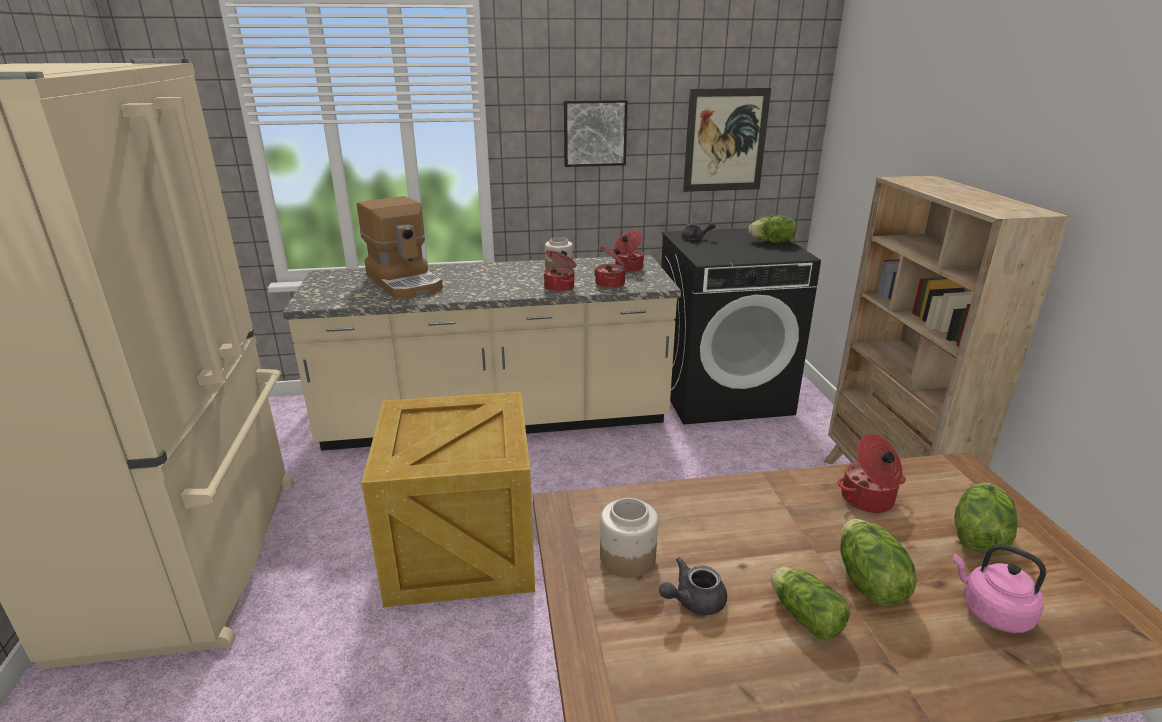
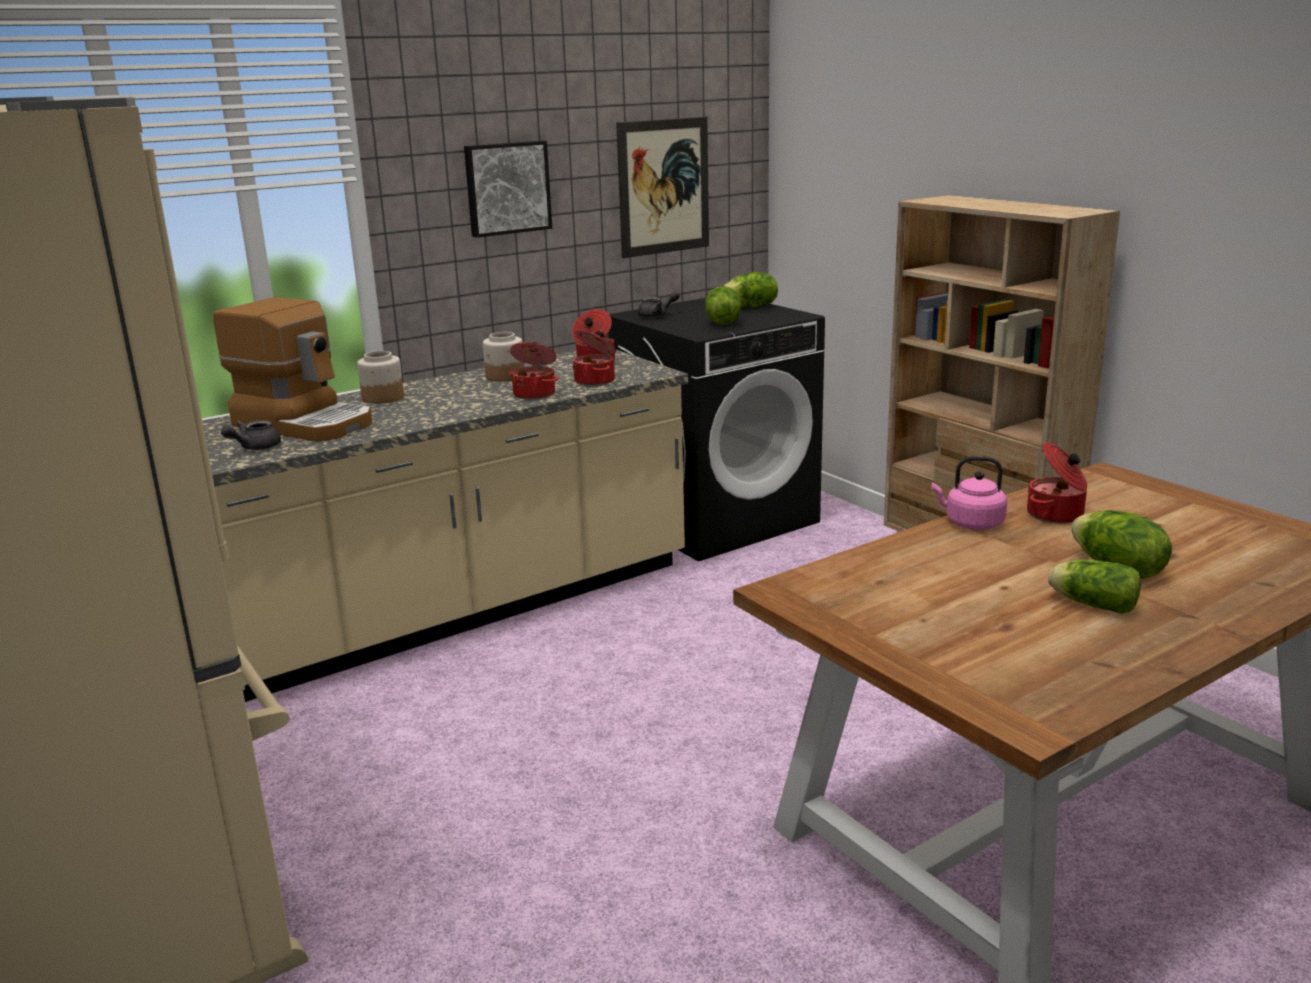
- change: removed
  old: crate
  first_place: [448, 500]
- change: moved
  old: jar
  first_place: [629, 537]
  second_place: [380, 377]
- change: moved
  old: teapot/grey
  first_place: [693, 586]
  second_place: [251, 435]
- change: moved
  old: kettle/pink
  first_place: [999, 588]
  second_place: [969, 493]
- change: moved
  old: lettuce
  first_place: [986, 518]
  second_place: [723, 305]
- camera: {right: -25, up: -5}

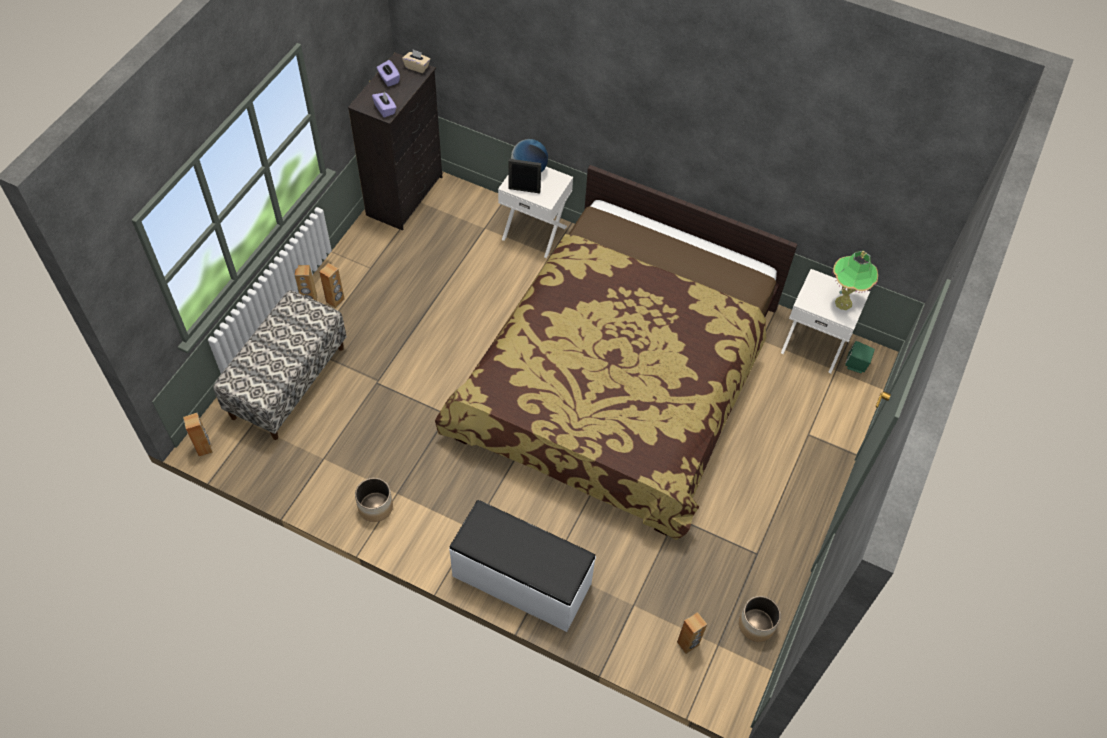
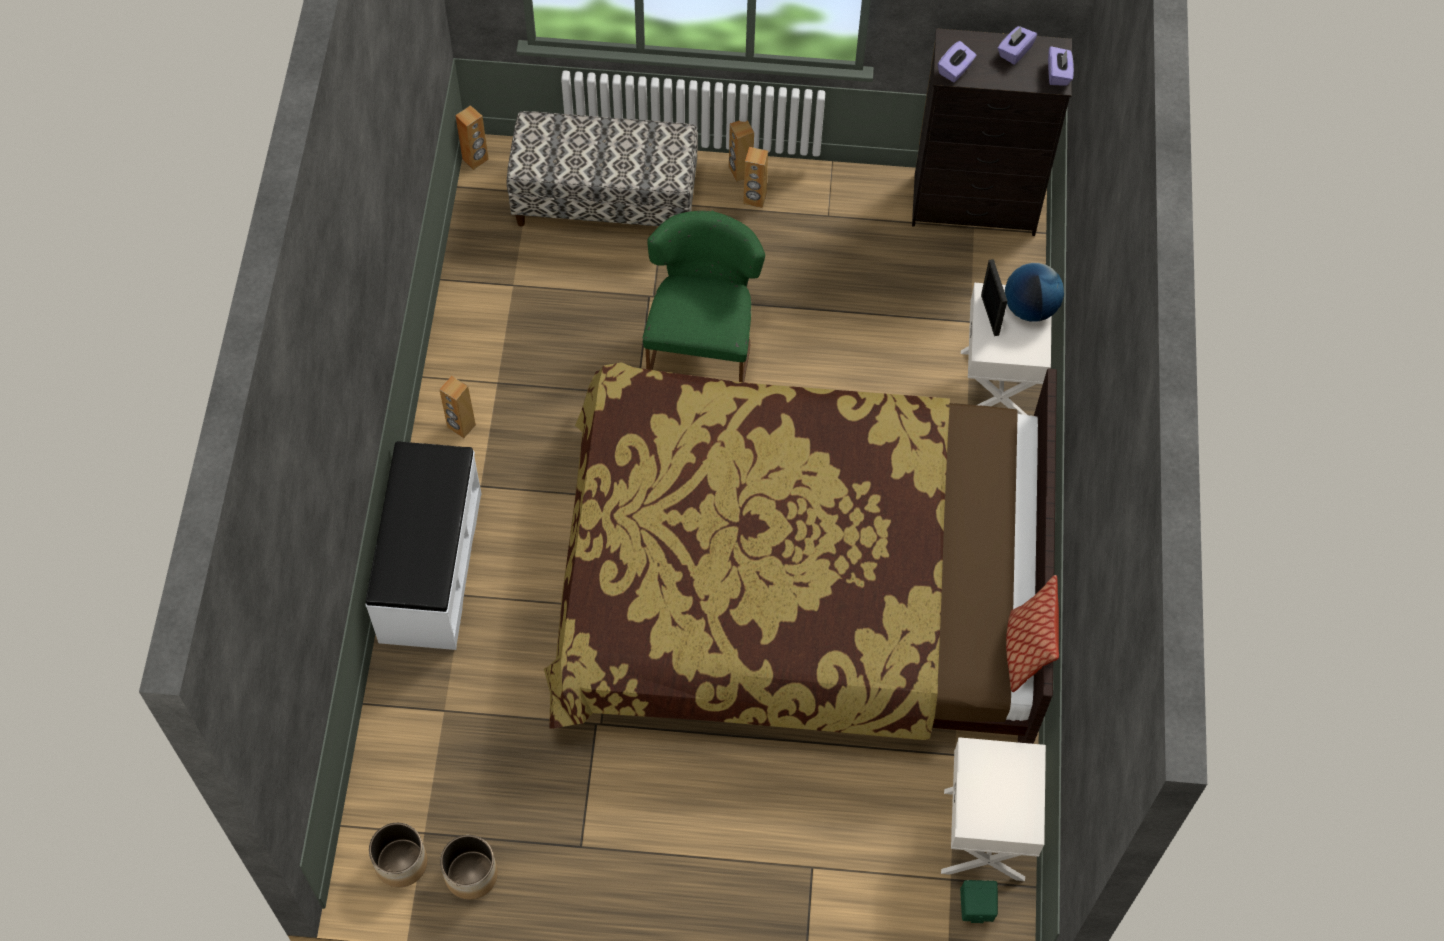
- change: moved
  old: planter
  first_place: [374, 500]
  second_place: [398, 855]
- change: recoloured
  old: tissue box/beige
  new: tissue box/purple
  first_place: [416, 61]
  second_place: [1061, 66]
- change: moved
  old: speaker/brown
  first_place: [692, 633]
  second_place: [457, 407]
- change: removed
  old: table lamp
  first_place: [855, 280]
- change: added
  new: chair/green
  second_place: [704, 296]
- change: added
  new: pillow
  second_place: [1032, 633]
- camera: {right: 70, up: 5}

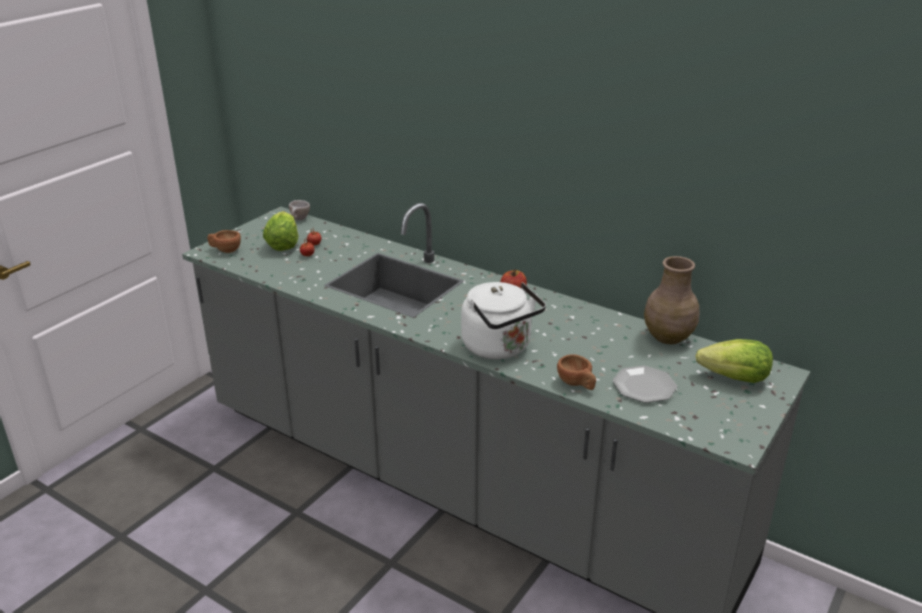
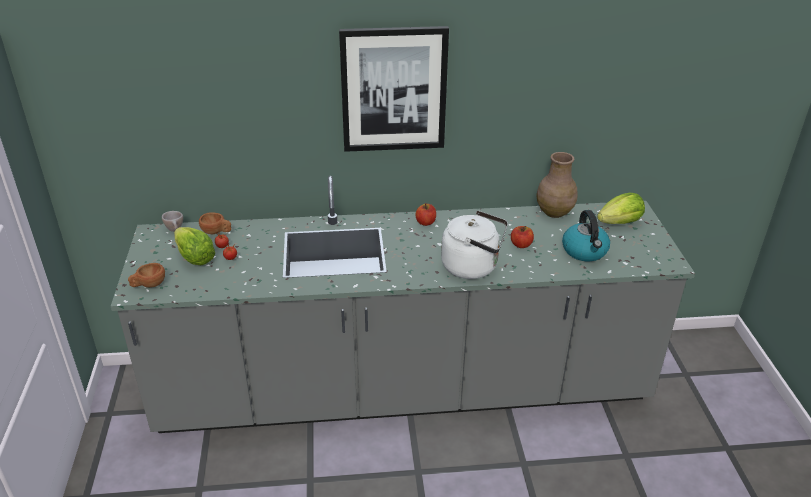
- change: moved
  old: cup/brown
  first_place: [576, 372]
  second_place: [215, 223]
- change: replaced
  old: plate
  new: kettle
  first_place: [645, 384]
  second_place: [586, 235]
- change: added
  new: picture
  second_place: [394, 89]
- change: added
  new: apple
  second_place: [522, 237]
- camera: {right: -40, up: 5}

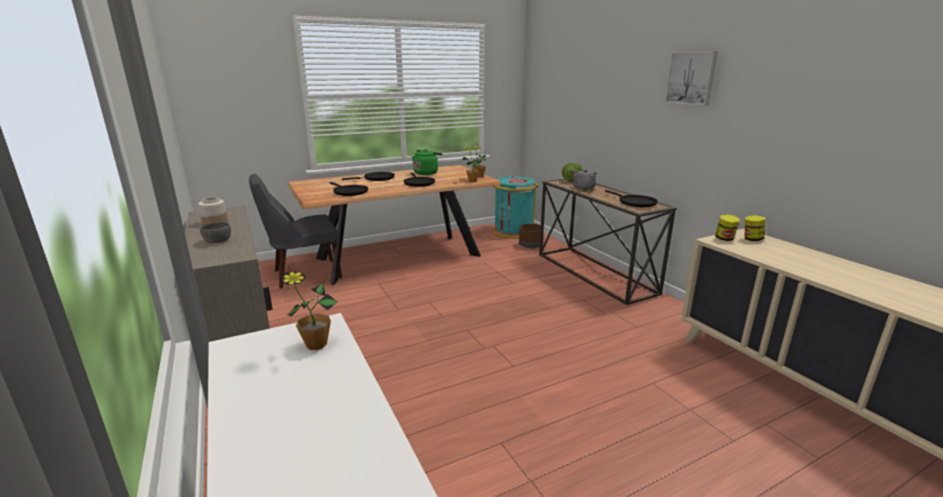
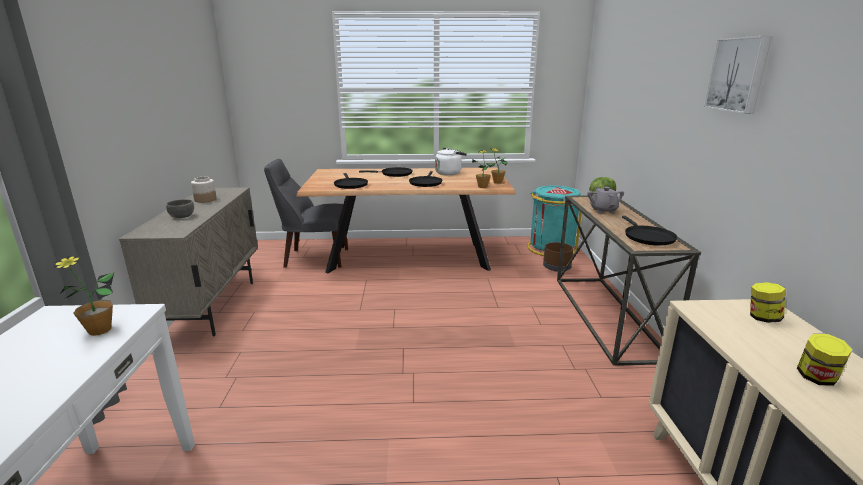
- change: recoloured
  old: kettle/green
  new: kettle/white
  first_place: [427, 162]
  second_place: [451, 161]
- change: moved
  old: jar
  first_place: [727, 227]
  second_place: [824, 360]
- camera: {right: 25, up: 0}

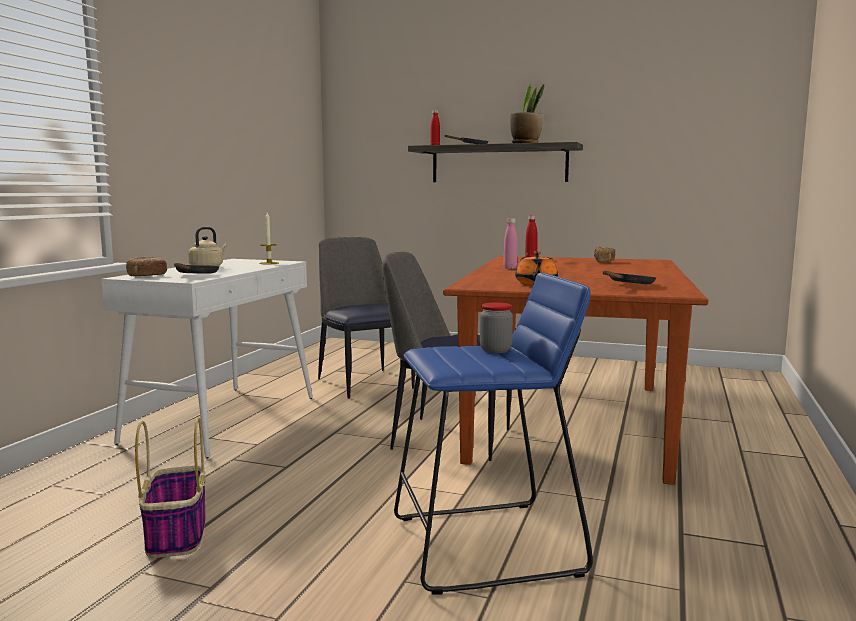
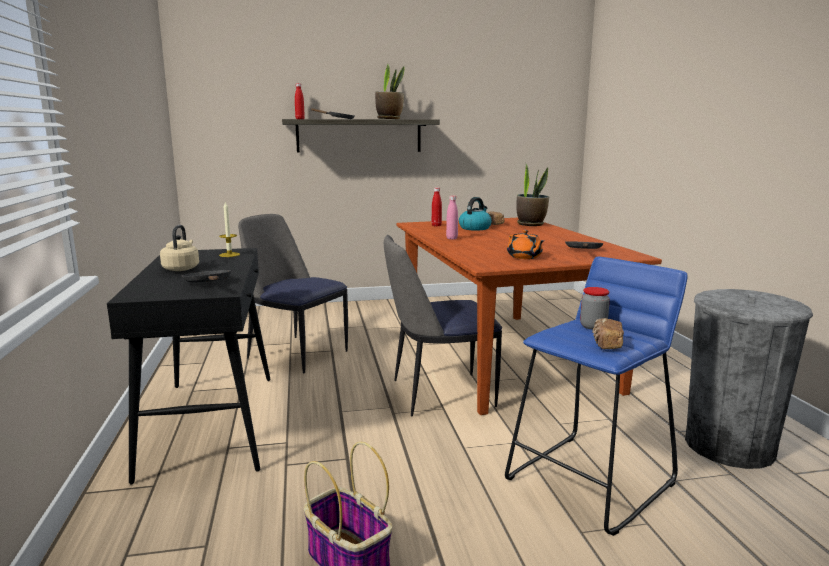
- change: recoloured
  old: console table/white
  new: console table/black
  first_place: [207, 358]
  second_place: [189, 366]
- change: moved
  old: bread
  first_place: [146, 266]
  second_place: [608, 333]
- change: added
  new: kettle
  second_place: [475, 214]
- change: added
  new: potted plant
  second_place: [532, 195]
- change: added
  new: trash can/grey
  second_place: [749, 379]
- camera: {right: -30, up: 5}

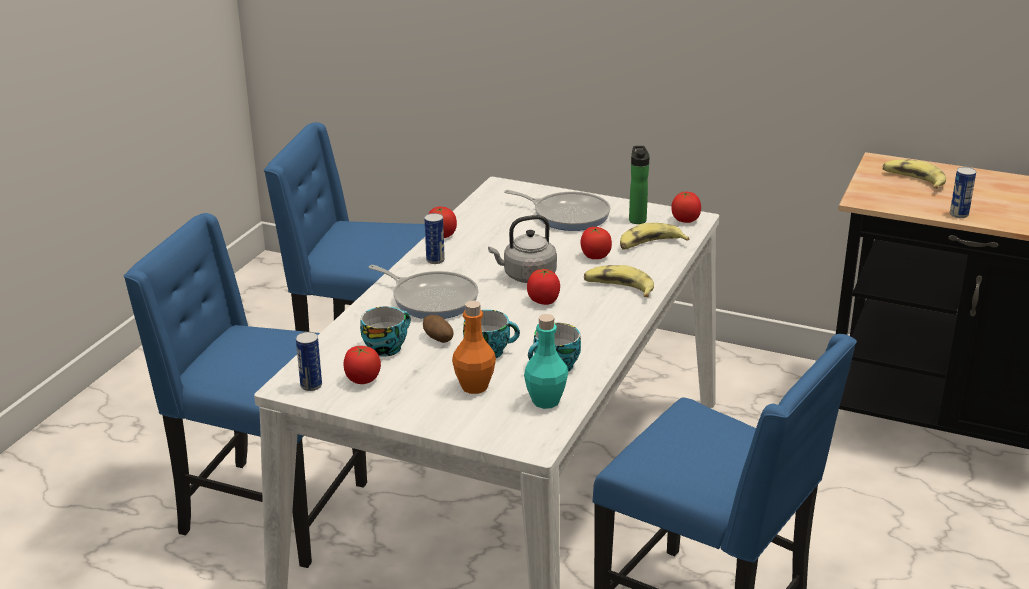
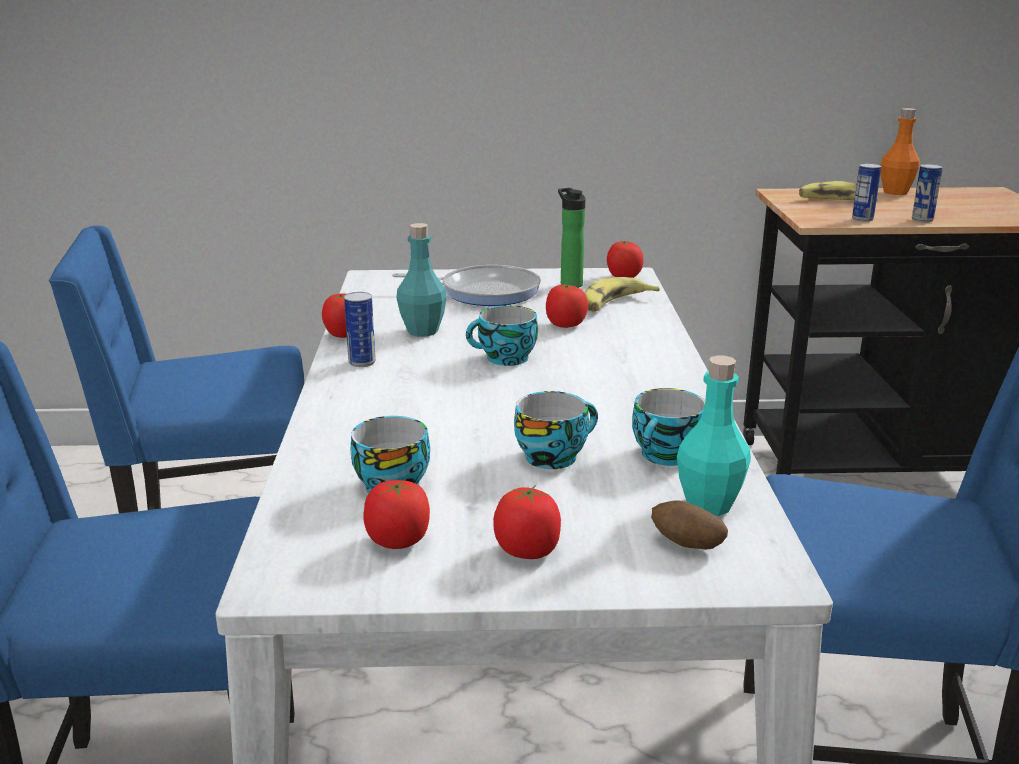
- change: moved
  old: can
  first_place: [309, 361]
  second_place: [867, 192]
- change: removed
  old: frying pan
  first_place: [424, 292]
- change: moved
  old: potato
  first_place: [438, 329]
  second_place: [689, 525]
- change: moved
  old: bottle/orange
  first_place: [474, 347]
  second_place: [900, 151]
- change: replaced
  old: kettle/grey
  new: cup
  first_place: [522, 249]
  second_place: [502, 335]
- change: moved
  old: tomato
  first_place: [543, 287]
  second_place: [527, 522]
- change: removed
  old: banana
  first_place: [619, 281]
- change: added
  new: bottle/turquoise
  second_place: [421, 280]
- camera: {right: -25, up: -5}

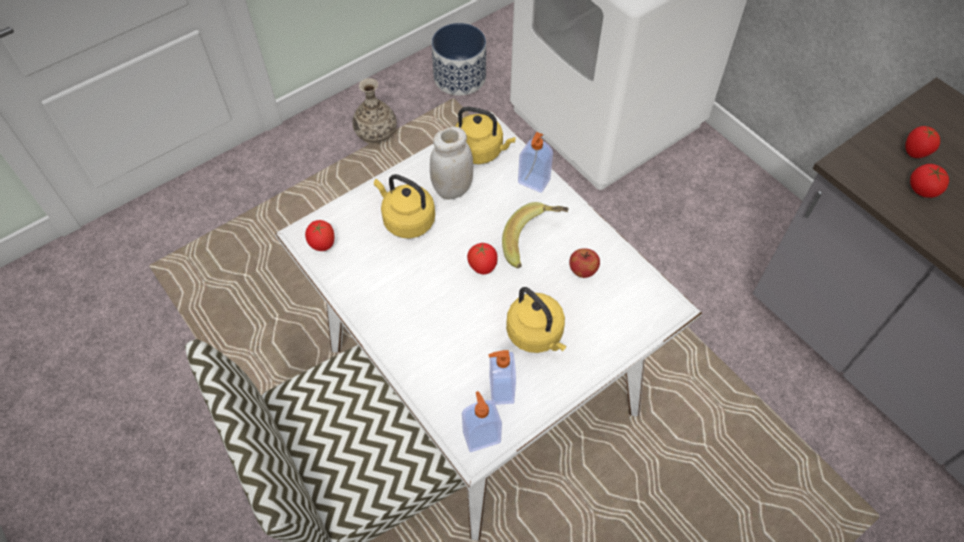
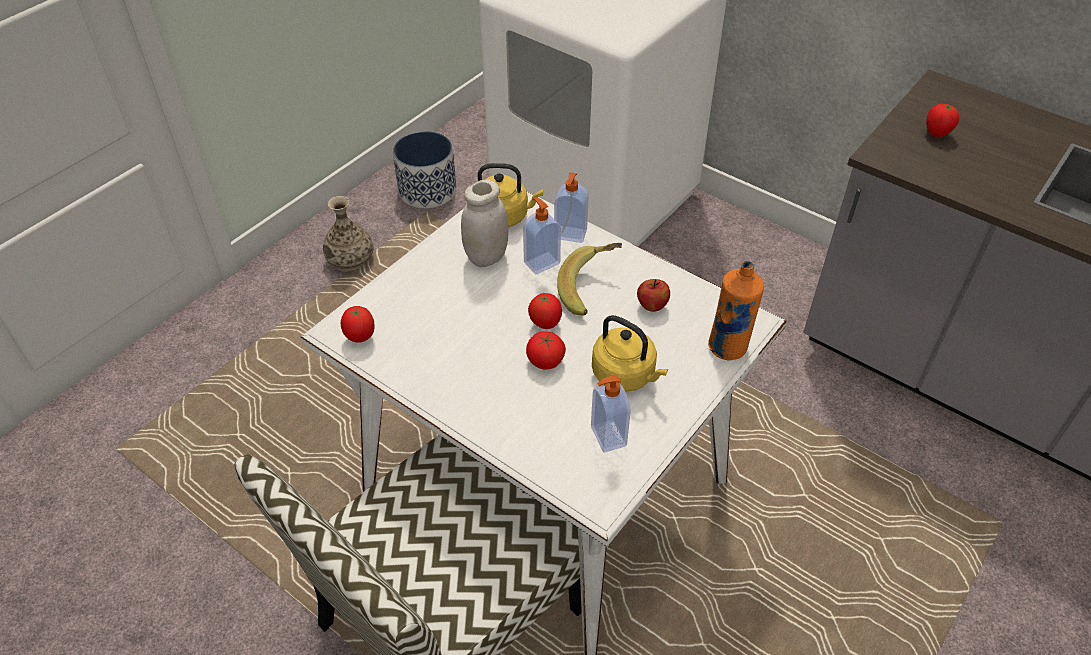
- change: removed
  old: kettle/yellow
  first_place: [404, 206]
- change: moved
  old: soap dispenser
  first_place: [482, 421]
  second_place: [542, 235]
- change: moved
  old: tomato
  first_place: [929, 181]
  second_place: [546, 350]
- change: added
  new: bottle/orange
  second_place: [736, 310]
- camera: {right: -15, up: -10}

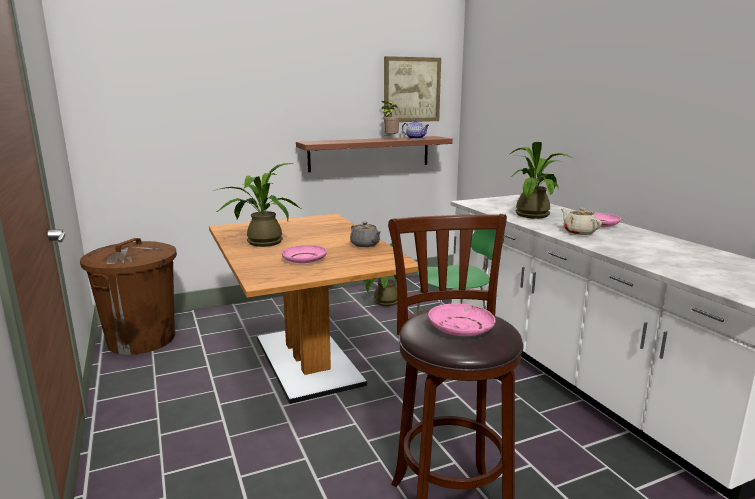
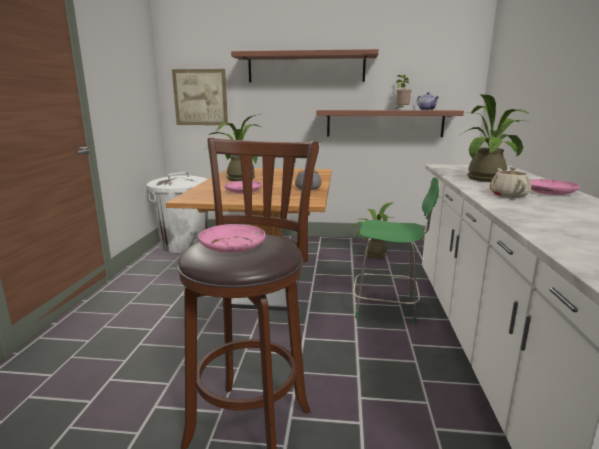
- change: recoloured
  old: trash can/brown
  new: trash can/white
  first_place: [128, 296]
  second_place: [177, 212]
- change: moved
  old: picture
  first_place: [412, 89]
  second_place: [200, 97]
- change: added
  new: shelf
  second_place: [305, 65]
- camera: {right: 30, up: 0}

